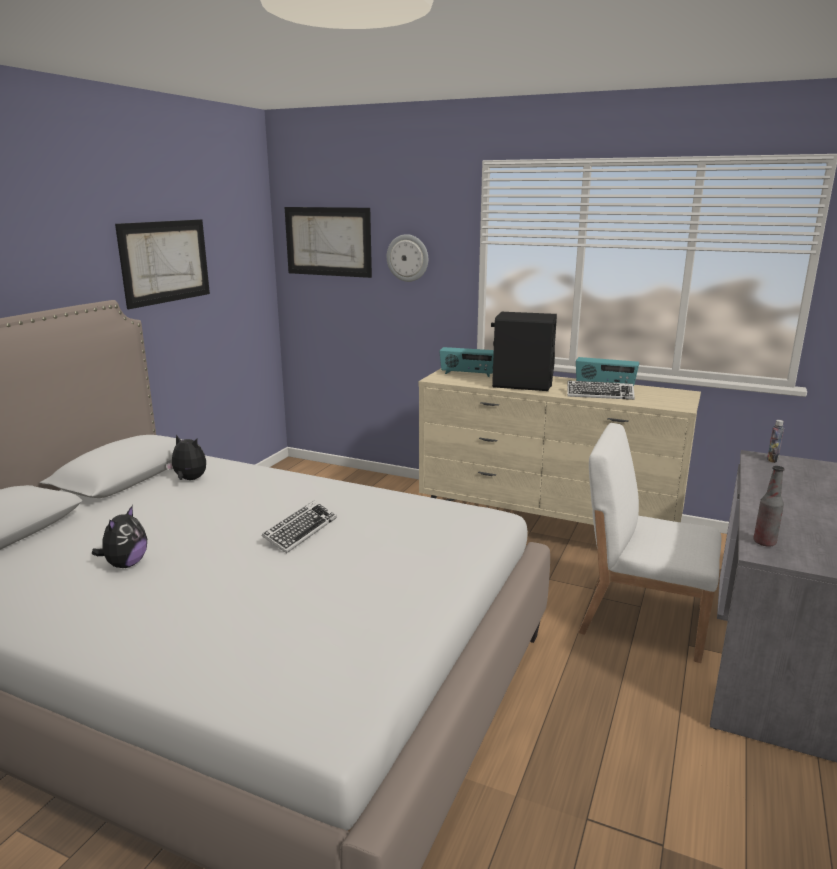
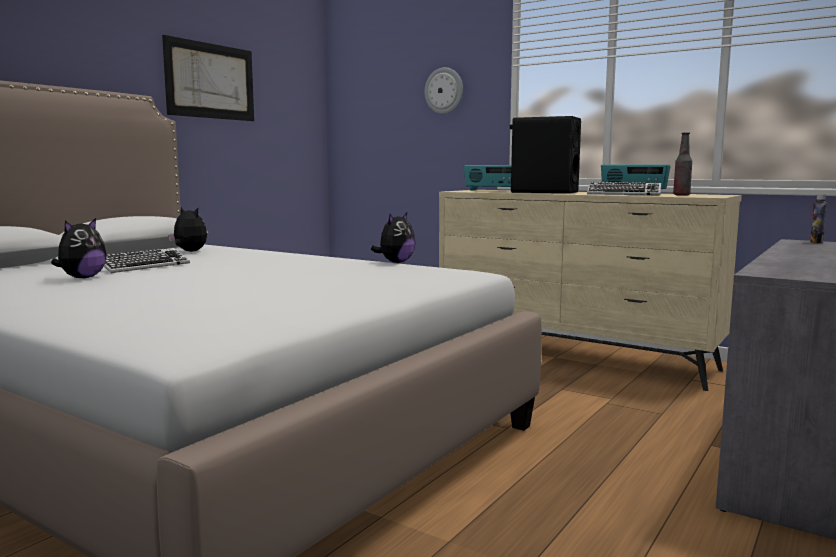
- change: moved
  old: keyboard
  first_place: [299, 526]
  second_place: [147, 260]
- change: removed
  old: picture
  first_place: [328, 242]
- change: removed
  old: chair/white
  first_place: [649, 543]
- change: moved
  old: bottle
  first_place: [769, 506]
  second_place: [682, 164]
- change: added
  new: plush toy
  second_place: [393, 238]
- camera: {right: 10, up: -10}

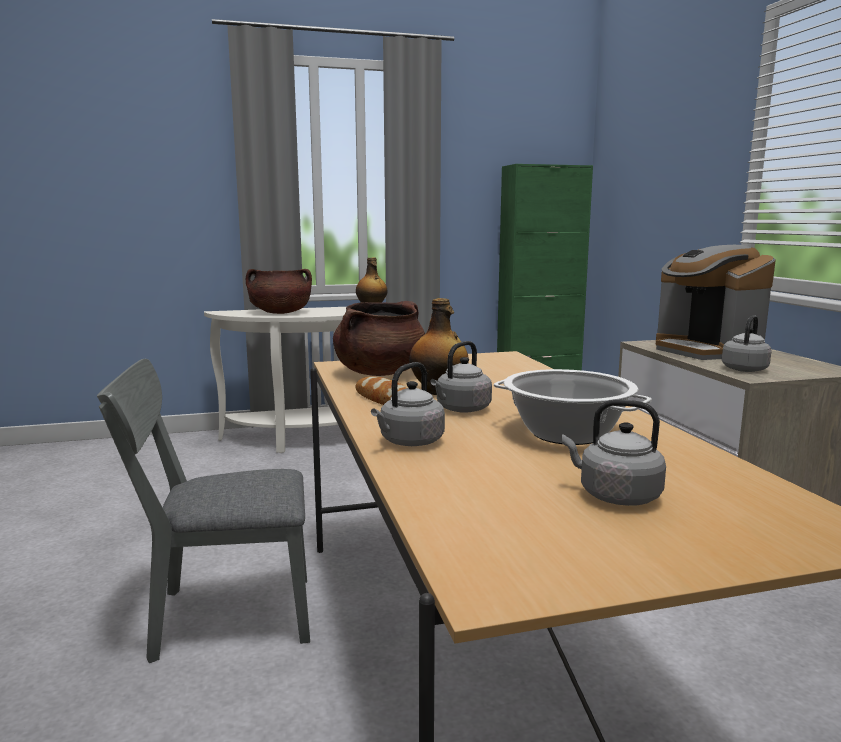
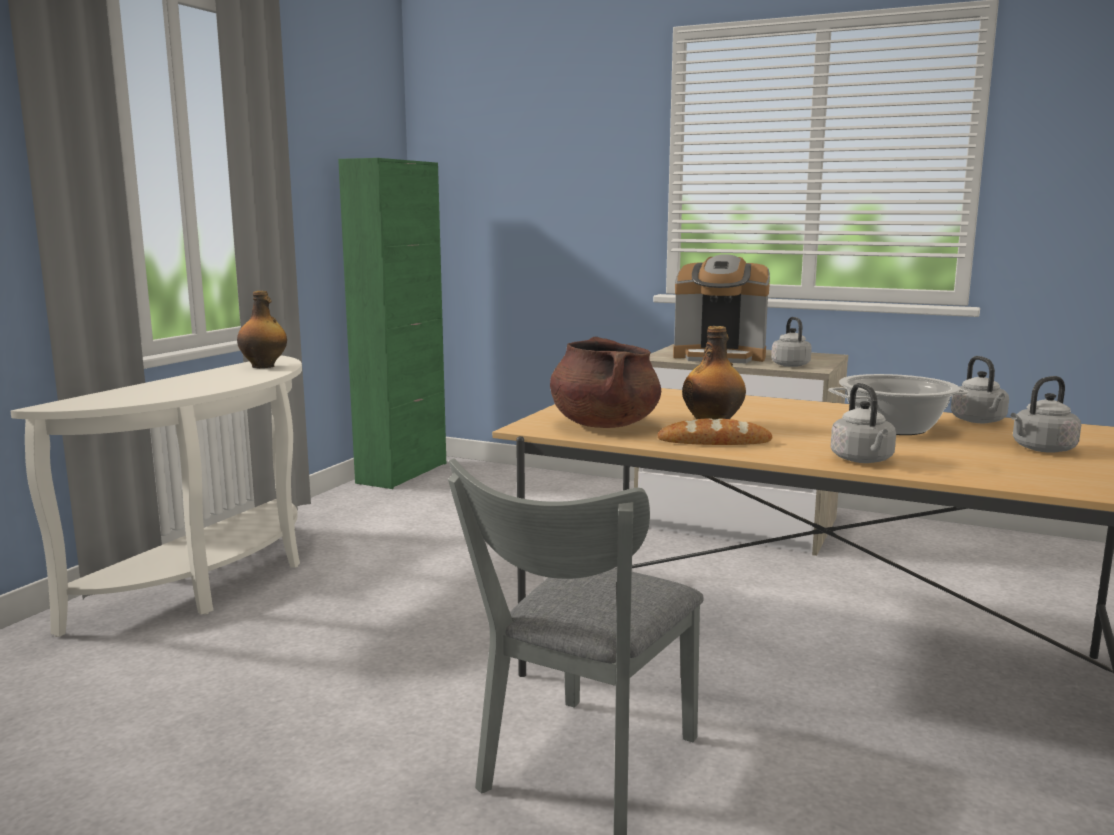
- change: removed
  old: cooking pot/brown
  first_place: [279, 291]
- change: moved
  old: kettle/grey
  first_place: [461, 377]
  second_place: [980, 389]
- camera: {right: -50, up: 0}

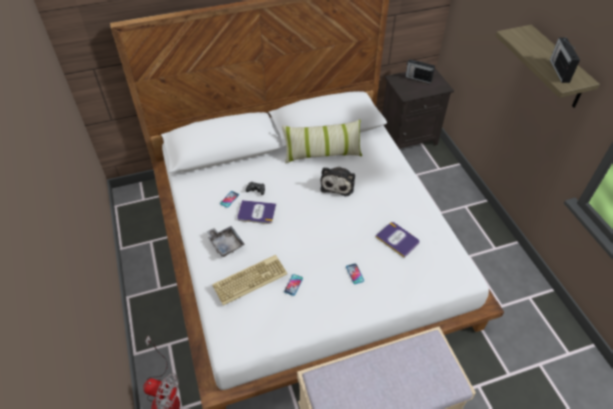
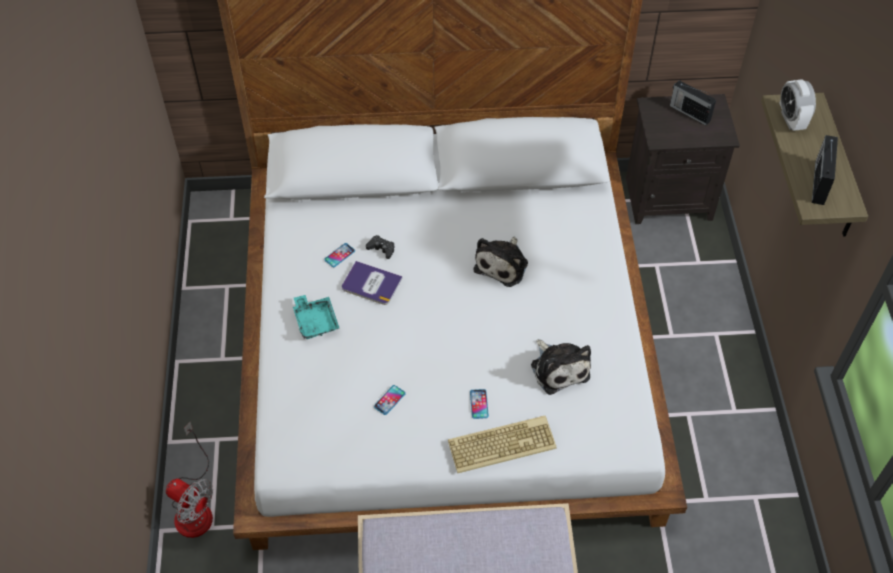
- change: recoloured
  old: tray/grey
  new: tray/turquoise
  first_place: [226, 241]
  second_place: [316, 317]
- change: moved
  old: keyboard
  first_place: [249, 280]
  second_place: [502, 444]
- change: removed
  old: pillow
  first_place: [322, 141]
- change: replaced
  old: book
  new: plush toy
  first_place: [397, 240]
  second_place: [561, 367]
- change: added
  new: alarm clock
  second_place: [797, 105]
- camera: {right: 15, up: 5}

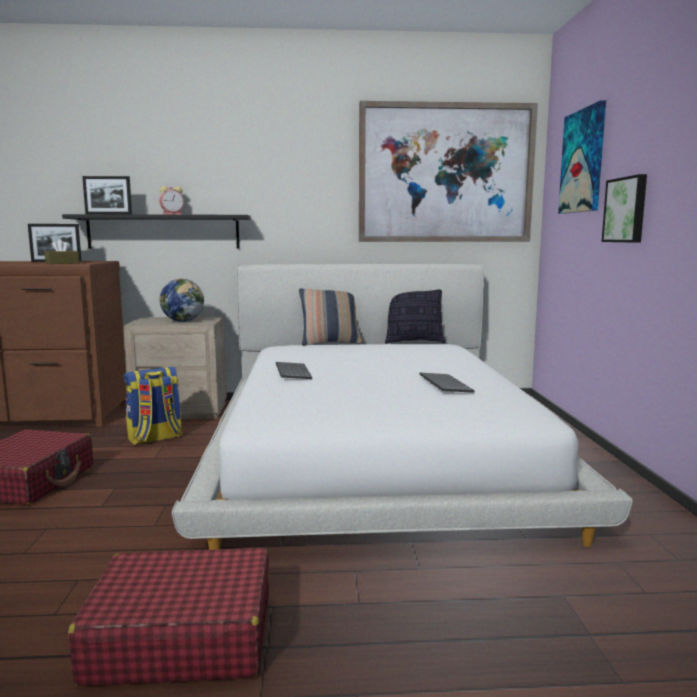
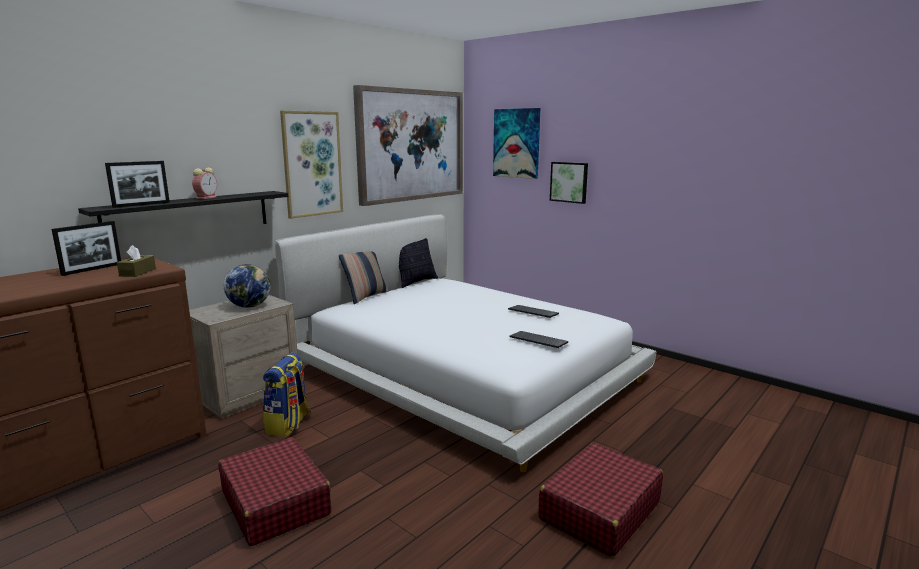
- change: moved
  old: keyboard
  first_place: [294, 370]
  second_place: [538, 339]
- change: added
  new: picture
  second_place: [311, 165]
- camera: {right: -45, up: 5}

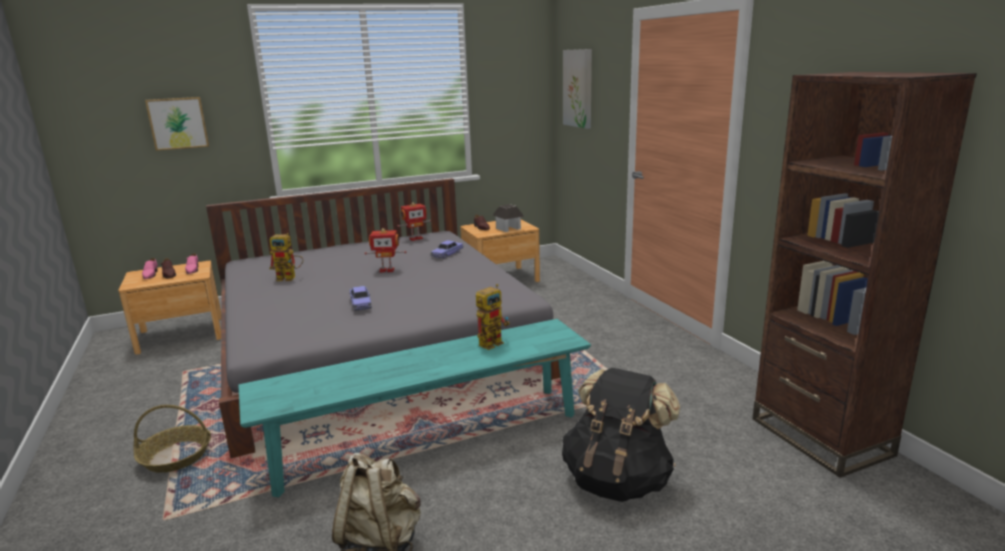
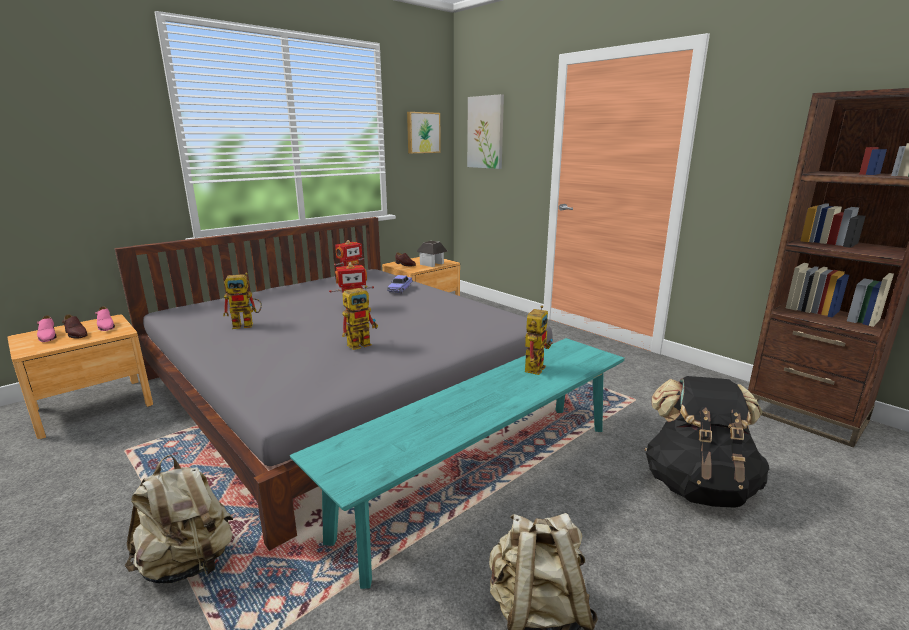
- change: replaced
  old: basket
  new: backpack/beige
  first_place: [172, 439]
  second_place: [178, 519]
- change: moved
  old: picture
  first_place: [177, 124]
  second_place: [424, 132]
- change: replaced
  old: toy car
  new: toy robot
  first_place: [360, 298]
  second_place: [360, 317]
- camera: {right: -20, up: 0}

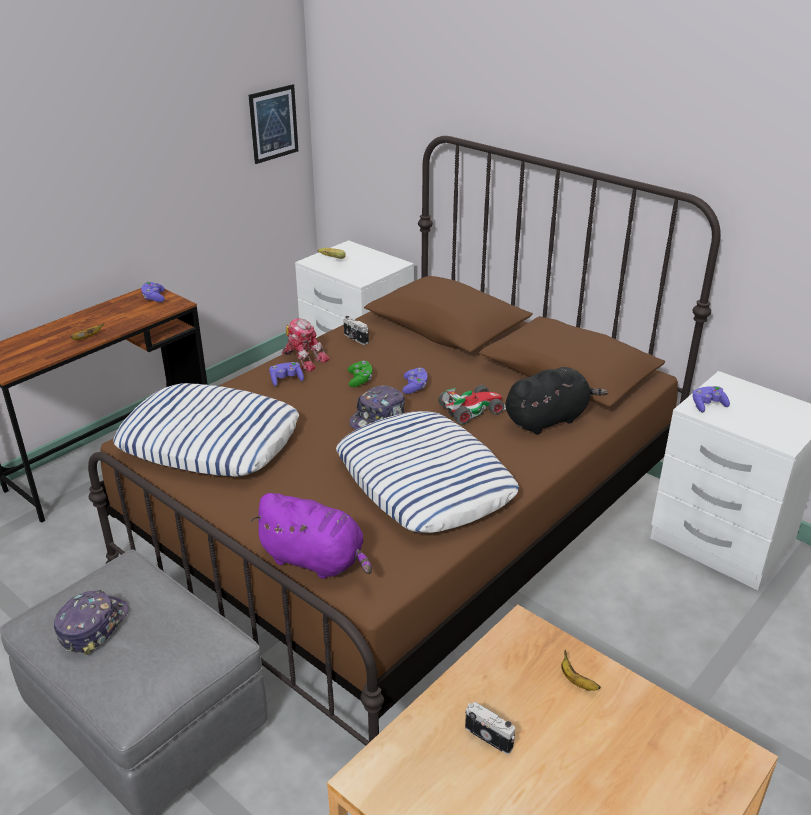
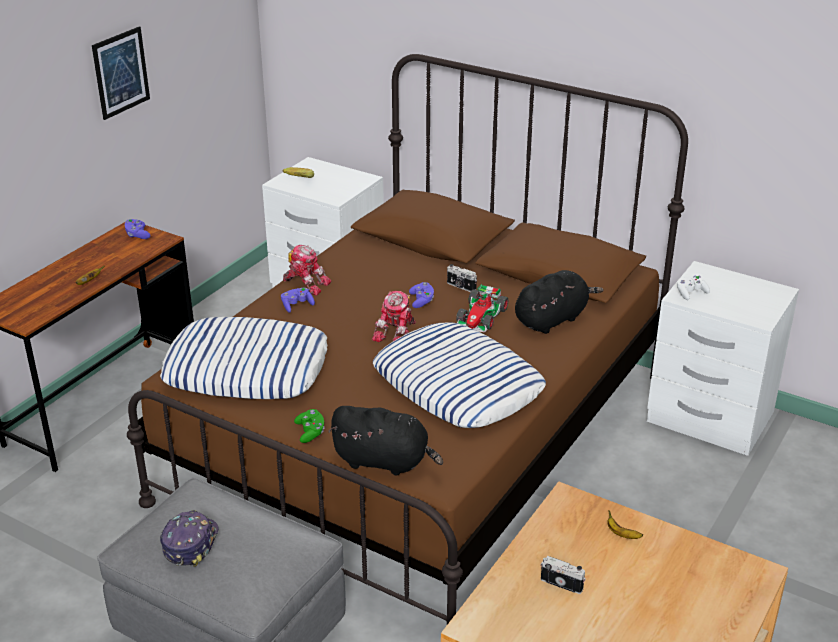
- change: moved
  old: picture
  first_place: [273, 124]
  second_place: [121, 73]
- change: recoloured
  old: plush toy/purple
  new: plush toy/black
  first_place: [311, 536]
  second_place: [385, 441]
- change: moved
  old: photo camera
  first_place: [356, 330]
  second_place: [462, 278]
- change: moved
  old: game controller/green
  first_place: [360, 374]
  second_place: [309, 426]
- change: replaced
  old: cap
  new: toy robot
  first_place: [377, 407]
  second_place: [394, 316]
- change: turned
  old: toy car
  first_place: [472, 405]
  second_place: [482, 308]
  degrees: 150
- change: recoloured
  old: game controller/purple
  new: game controller/white
  first_place: [711, 399]
  second_place: [693, 287]
- camera: {right: -10, up: 0}

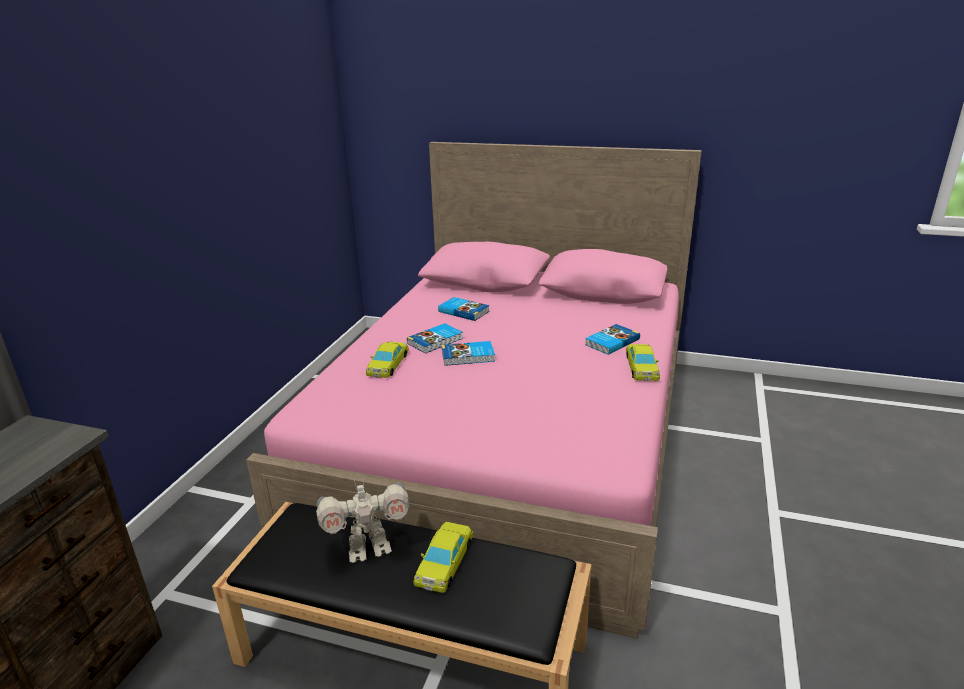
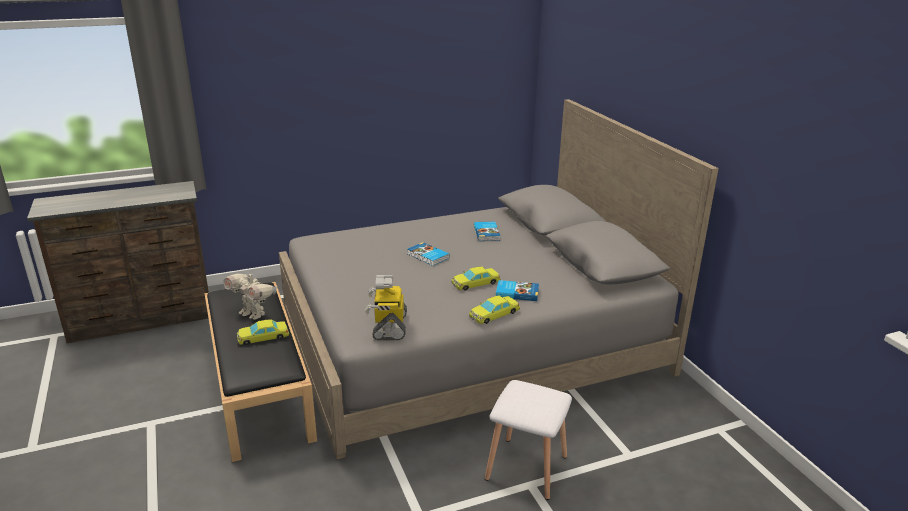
- change: recoloured
  old: bed/pink
  new: bed/grey
  first_place: [474, 390]
  second_place: [499, 279]
- change: moved
  old: toy car/yellow
  first_place: [387, 360]
  second_place: [476, 278]
- change: removed
  old: book
  first_place: [435, 338]
- change: added
  new: toy robot
  second_place: [386, 307]
- change: added
  new: stool/white
  second_place: [528, 440]
- camera: {right: 50, up: 0}

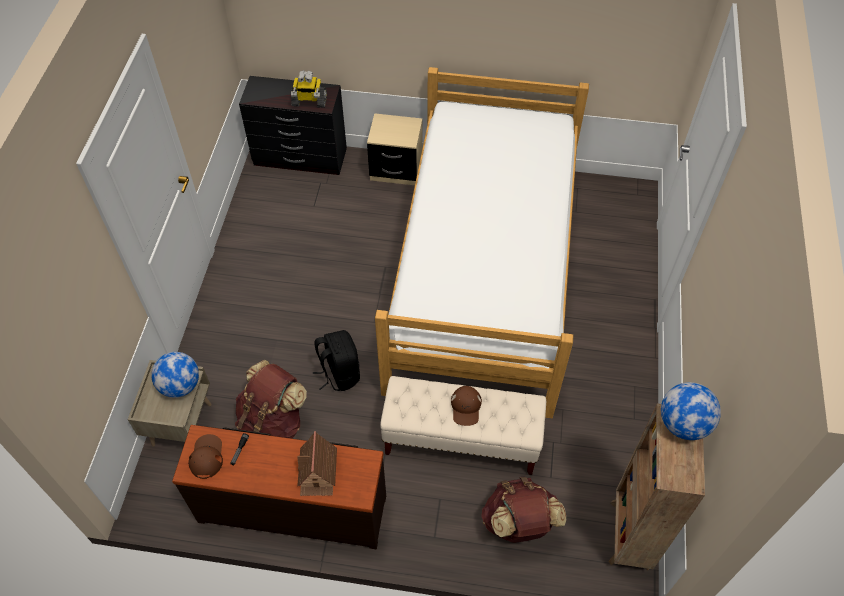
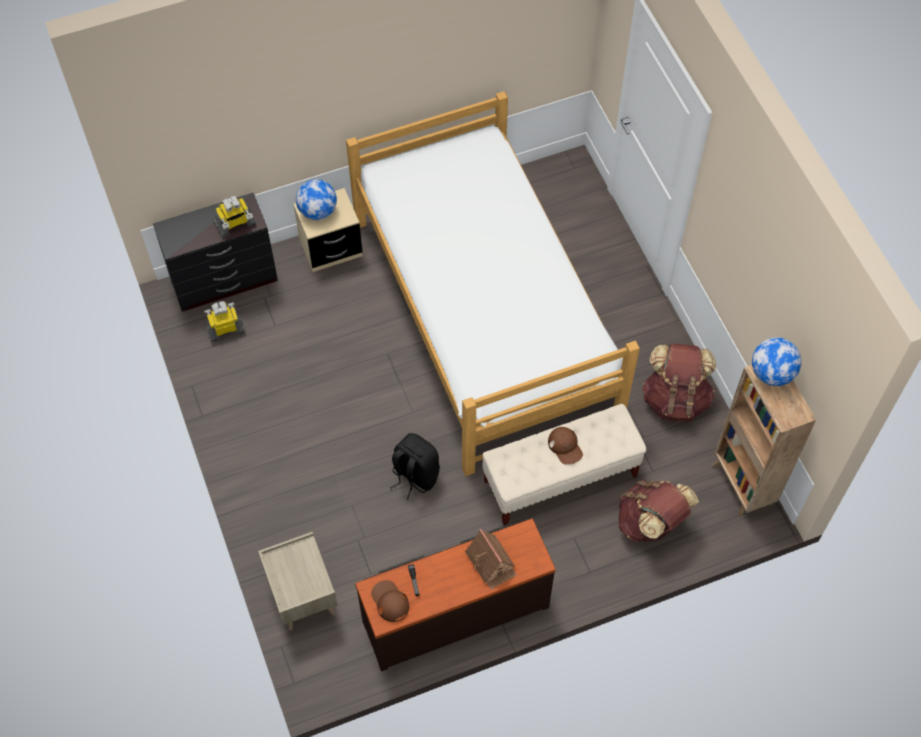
- change: moved
  old: globe
  first_place: [175, 375]
  second_place: [316, 199]
- change: moved
  old: backpack/brown
  first_place: [271, 399]
  second_place: [679, 383]
- change: added
  new: toy robot
  second_place: [224, 322]
- camera: {right: -30, up: 5}

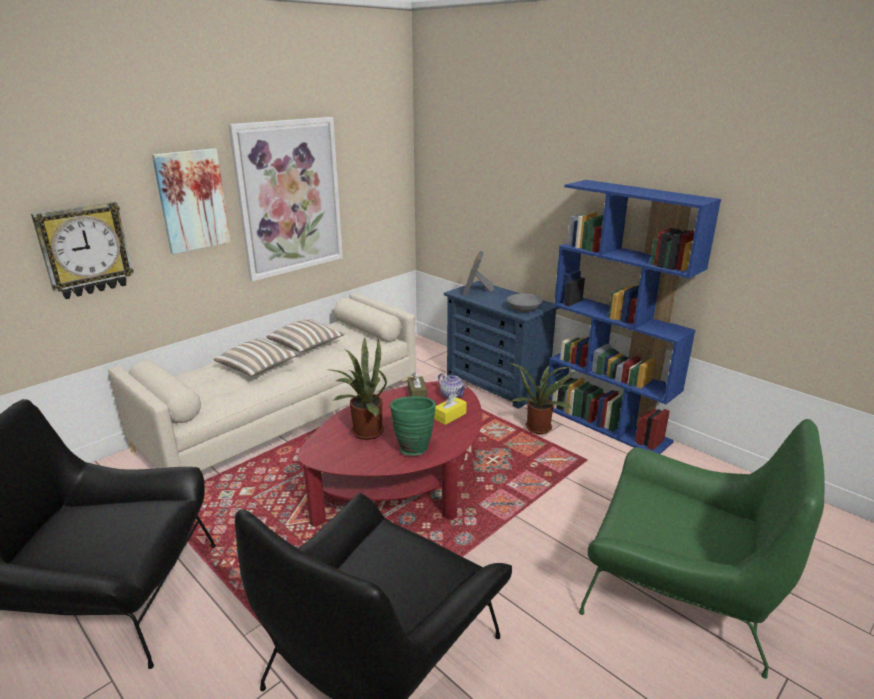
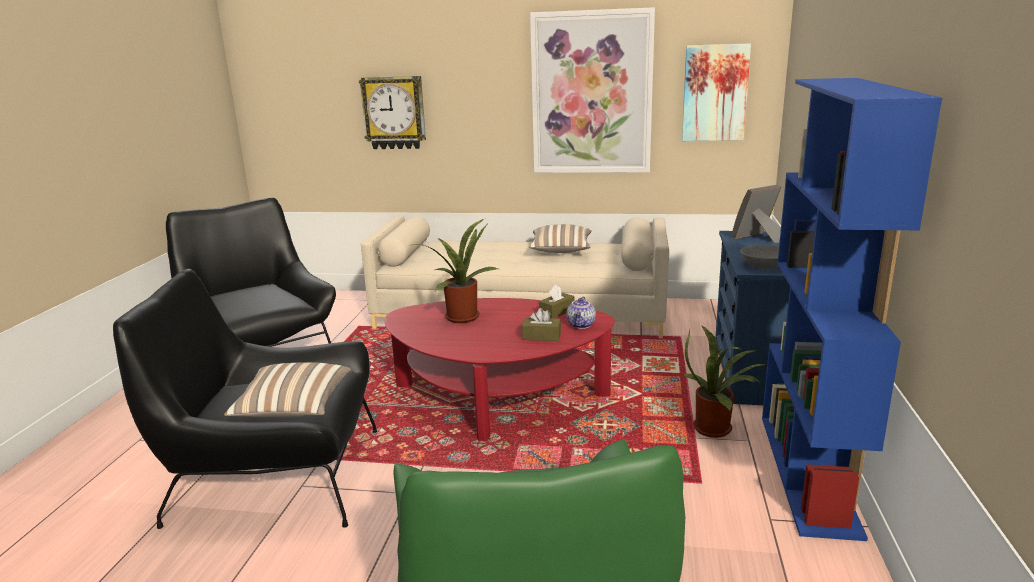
- change: moved
  old: picture
  first_place: [191, 201]
  second_place: [716, 92]
- change: moved
  old: pillow
  first_place: [256, 357]
  second_place: [287, 390]
- change: removed
  old: vase/green
  first_place: [413, 426]
- change: recoloured
  old: tissue box/yellow
  new: tissue box/brown
  first_place: [450, 409]
  second_place: [541, 324]
- camera: {right: 55, up: -5}

